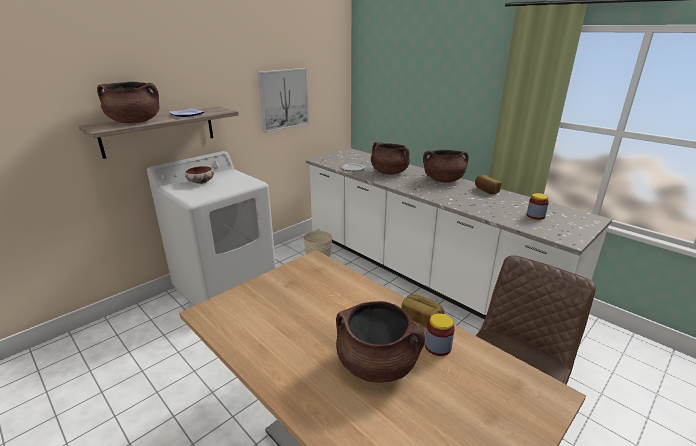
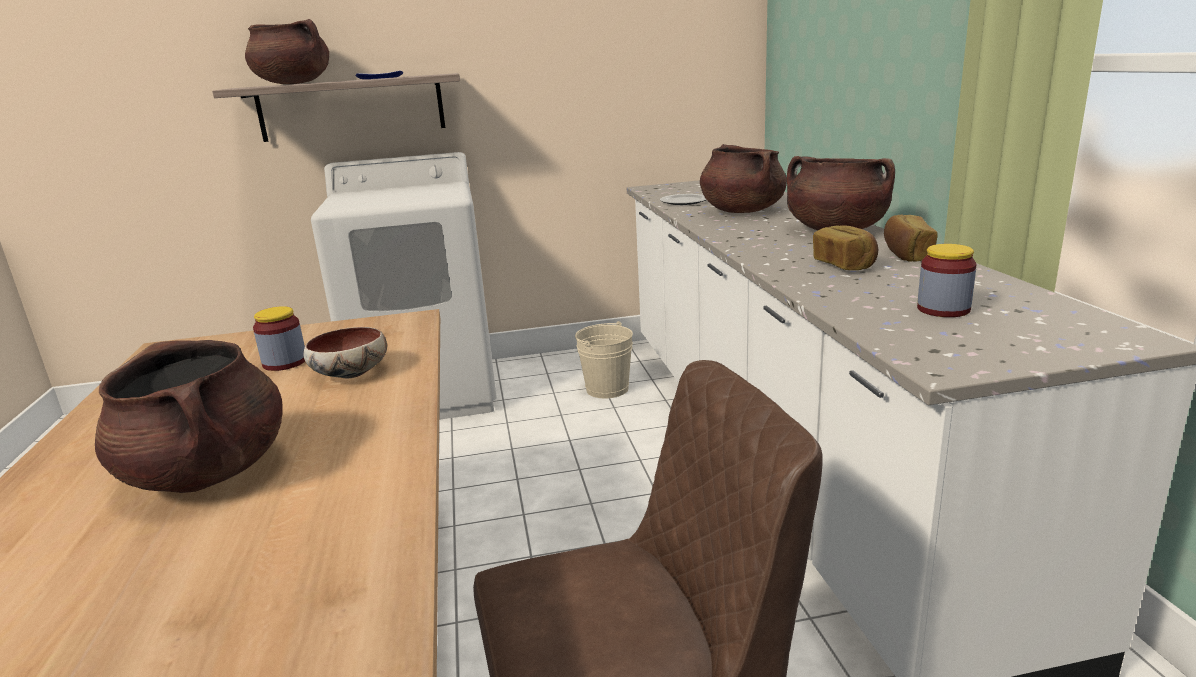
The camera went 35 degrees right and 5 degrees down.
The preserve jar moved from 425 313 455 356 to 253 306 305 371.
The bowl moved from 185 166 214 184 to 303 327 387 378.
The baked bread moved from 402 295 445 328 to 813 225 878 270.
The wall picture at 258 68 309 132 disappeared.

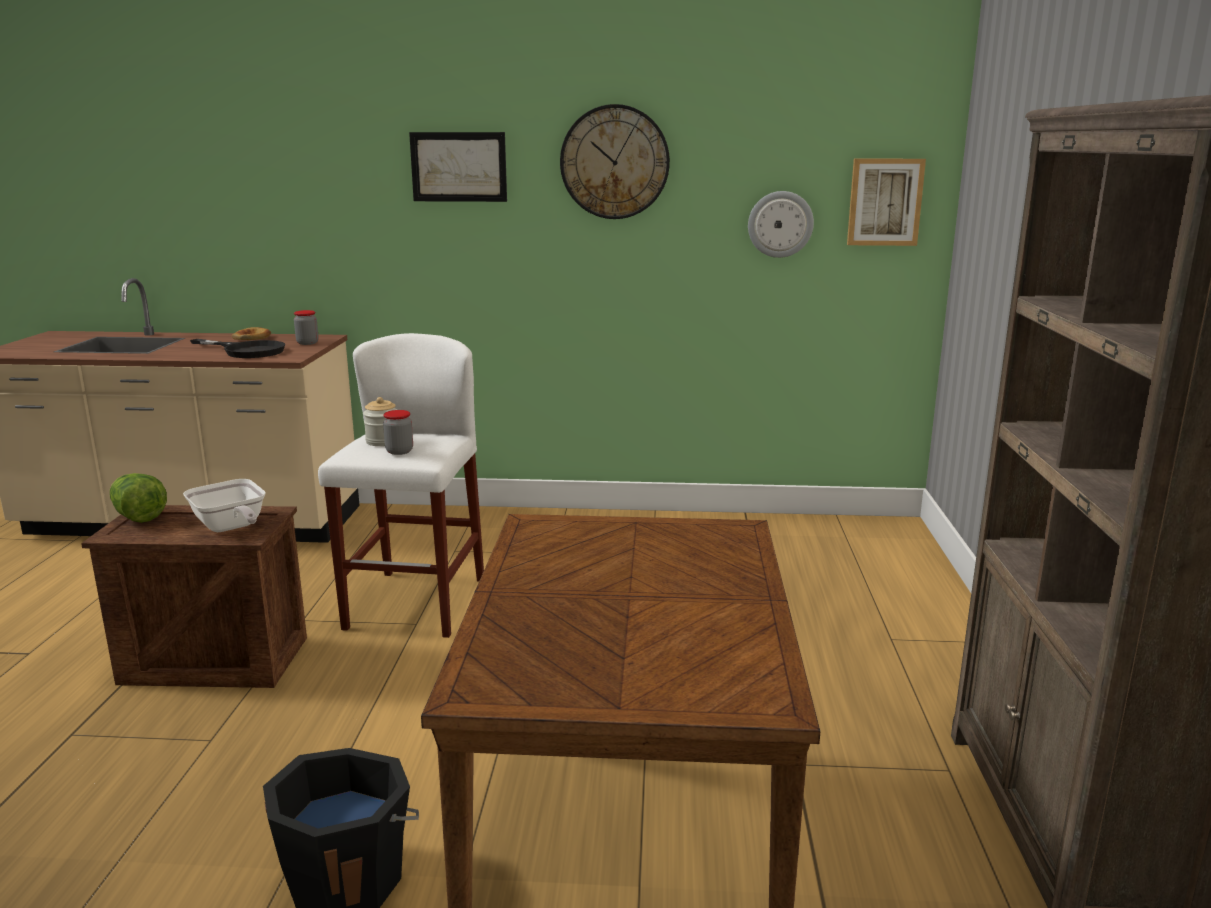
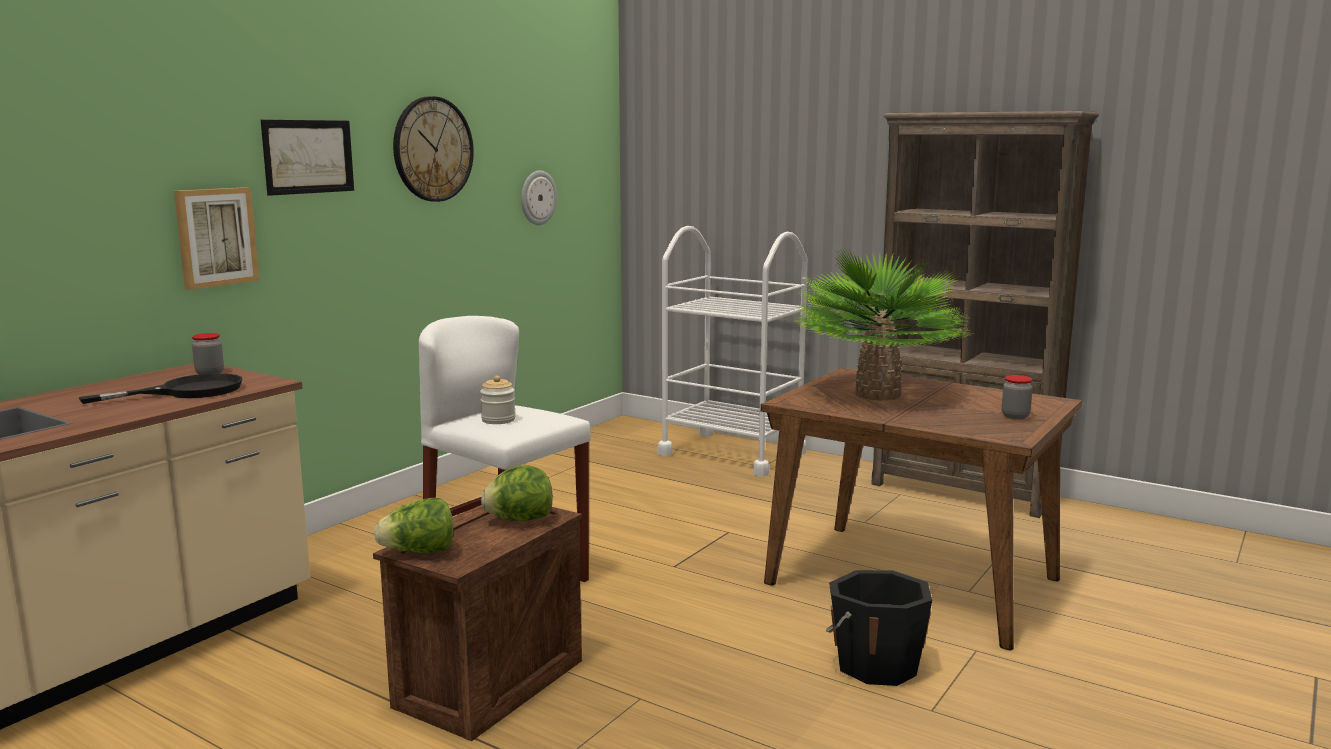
The camera went 60 degrees left and 5 degrees down.
The wall picture moved from 847 159 926 246 to 174 187 259 290.
The pan at 183 479 266 532 was replaced by the lettuce head at 481 466 553 521.
The wheeled cart/whitish at 657 226 808 477 appeared.
The plant in a pot at 794 248 973 401 appeared.
The preserve jar moved from 383 410 413 455 to 1002 375 1033 419.
The baked bread at 232 327 271 340 disappeared.

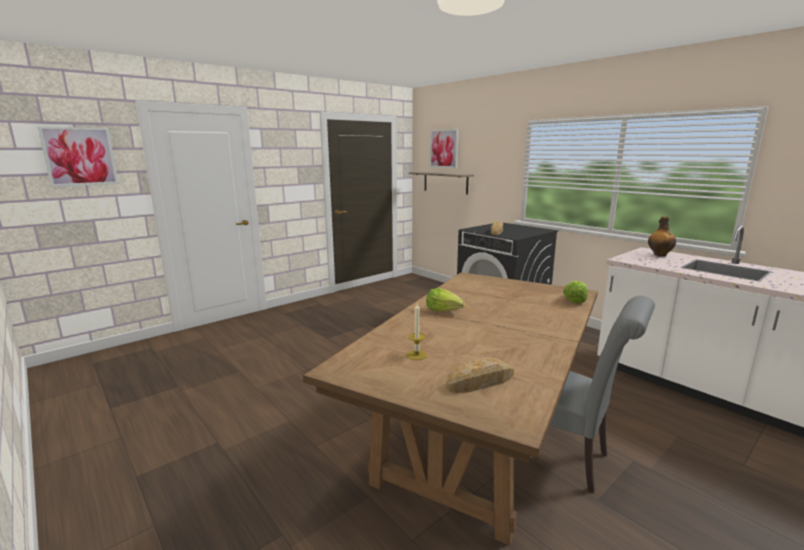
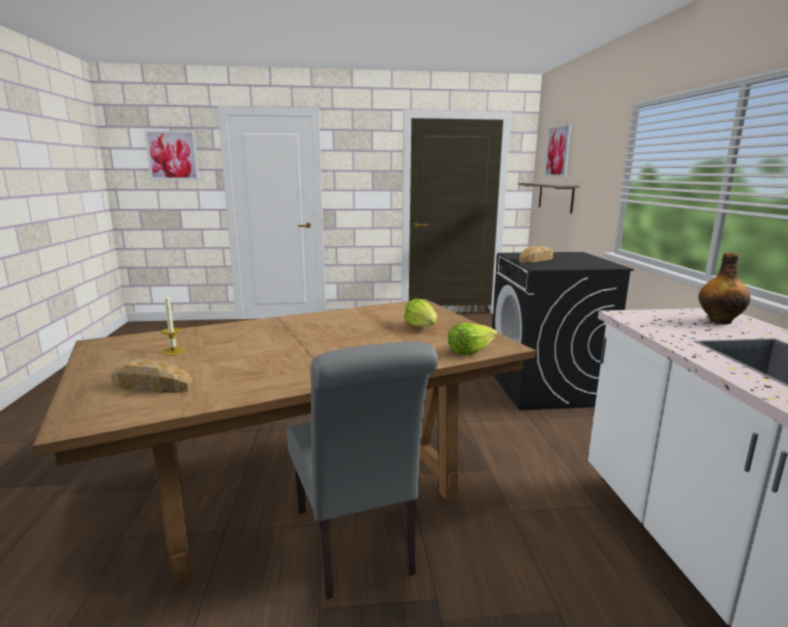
The camera went 35 degrees right and 0 degrees up.
The lettuce head moved from 426 288 465 312 to 404 299 437 327.

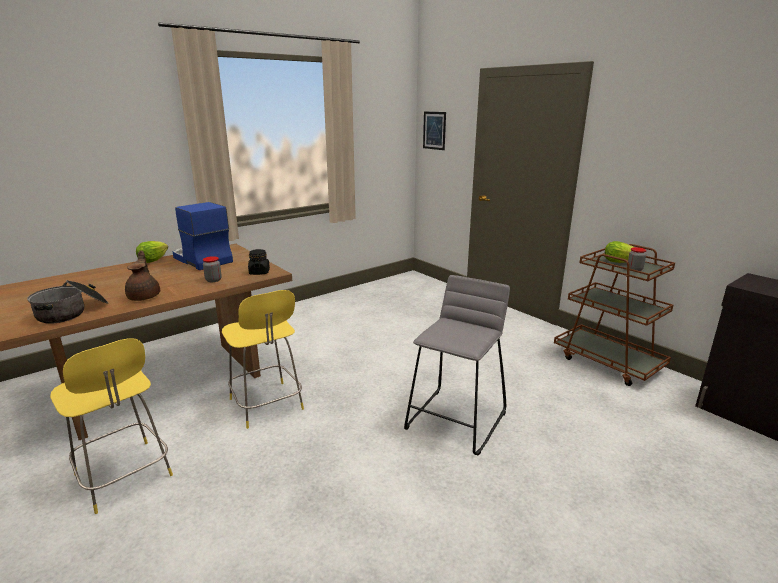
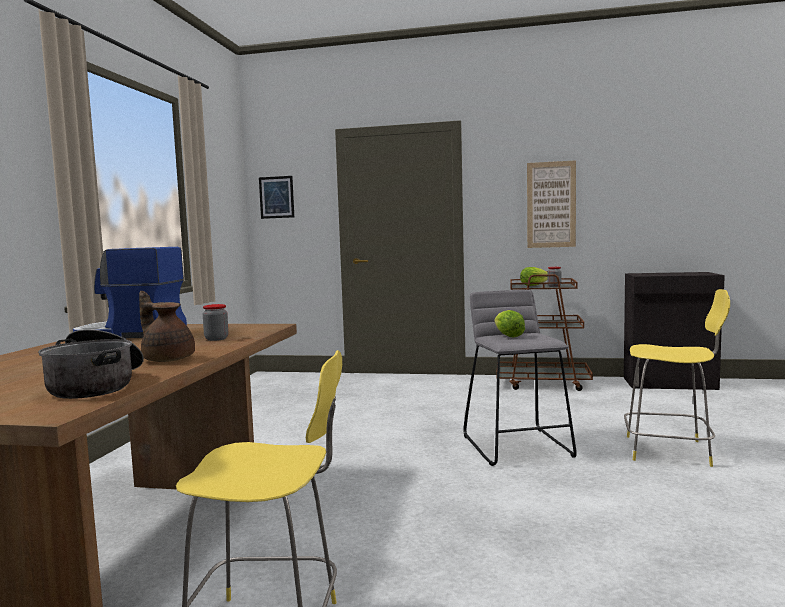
The camera went 40 degrees left and 15 degrees down.
The lettuce head moved from 136 241 168 263 to 495 310 525 338.
The wall picture at 527 160 576 248 appeared.
The stool/yellow-coloured moved from 222 290 304 429 to 624 289 730 467.
The preserve jar/blackish at 248 249 270 275 disappeared.

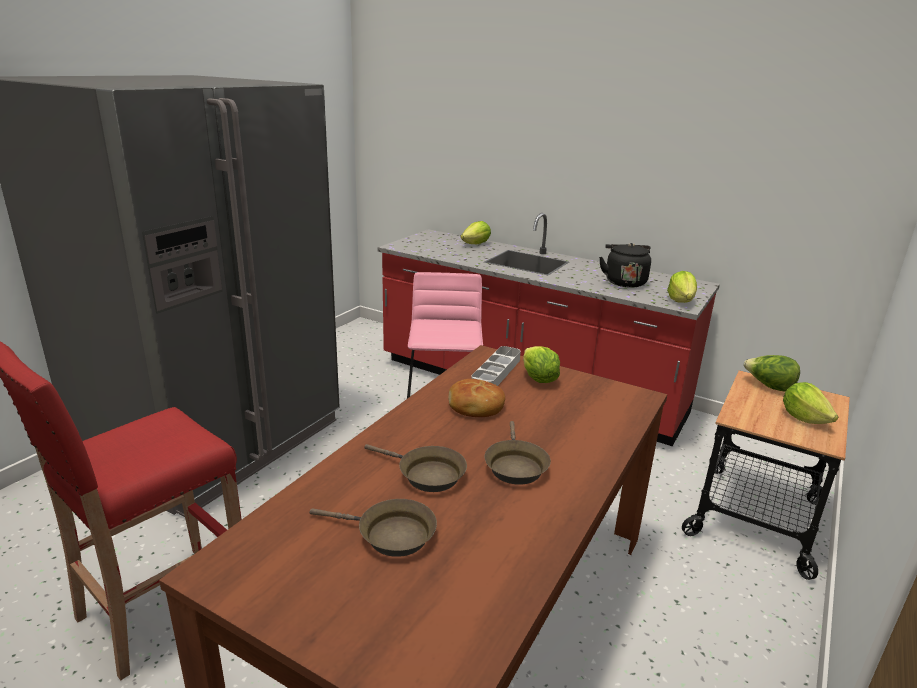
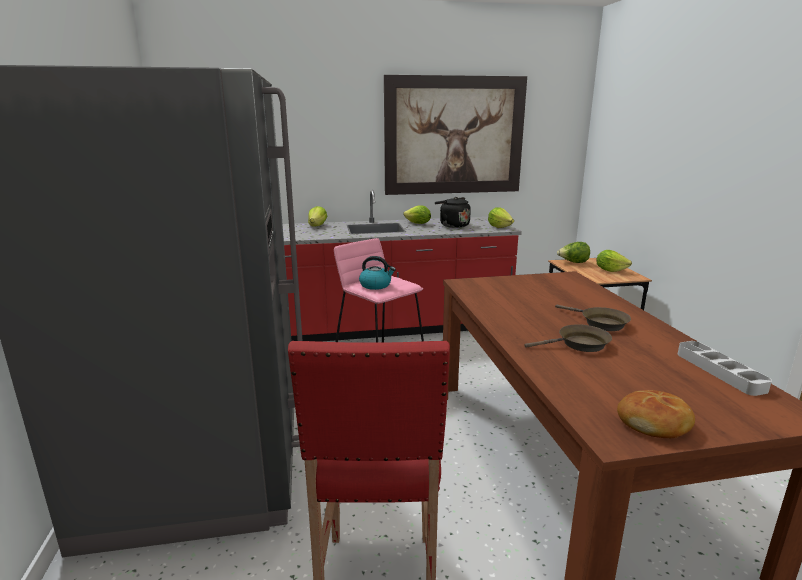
The camera went 40 degrees left and 5 degrees down.
The tea kettle at 359 256 396 290 appeared.
The wall picture at 384 75 527 195 appeared.
The lettuce head moved from 523 346 560 383 to 403 205 431 224.
The baked bread moved from 448 379 505 417 to 617 390 695 438.
The tray/gray moved from 471 346 521 386 to 678 341 772 396.
The pan/brownish at 309 499 437 557 disappeared.

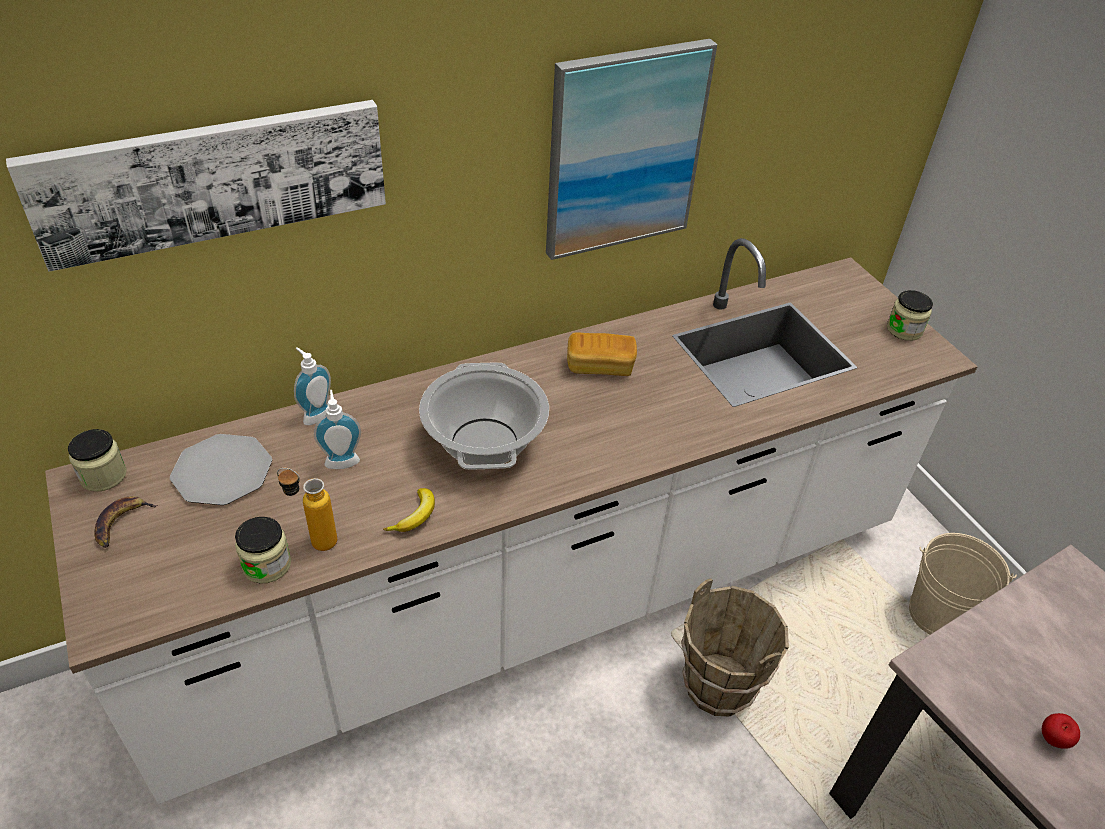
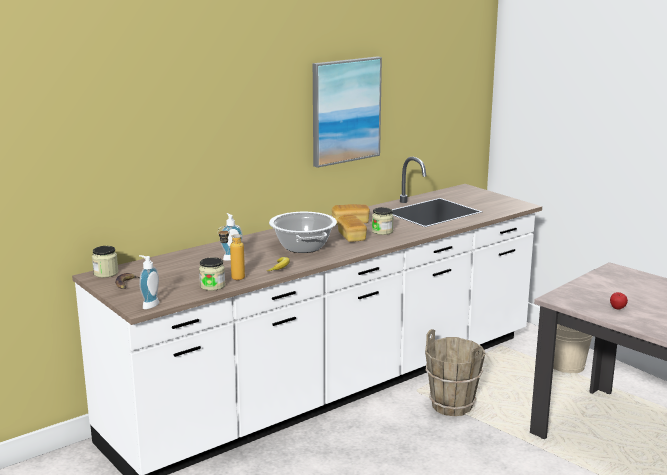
The camera went 10 degrees left and 25 degrees down.
The soap bottle moved from 294 348 331 425 to 139 255 159 309.
The baked bread at 337 214 367 242 appeared.
The preserve jar moved from 887 290 933 341 to 372 207 393 235.
The wall picture at 6 100 386 272 disappeared.
The plate at 170 434 272 505 disappeared.

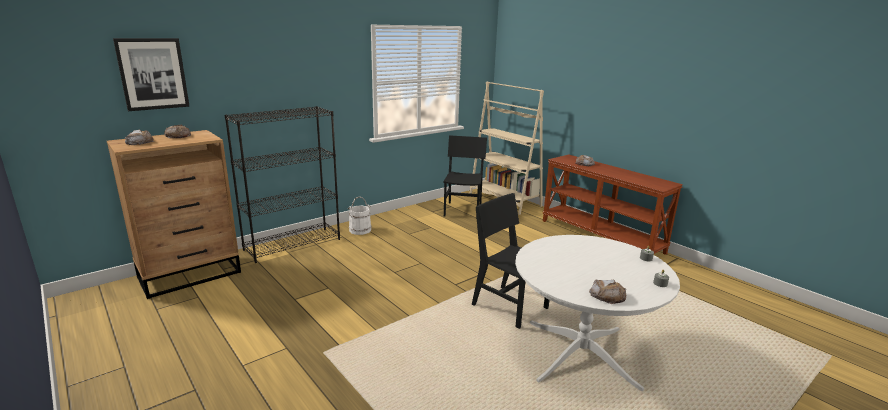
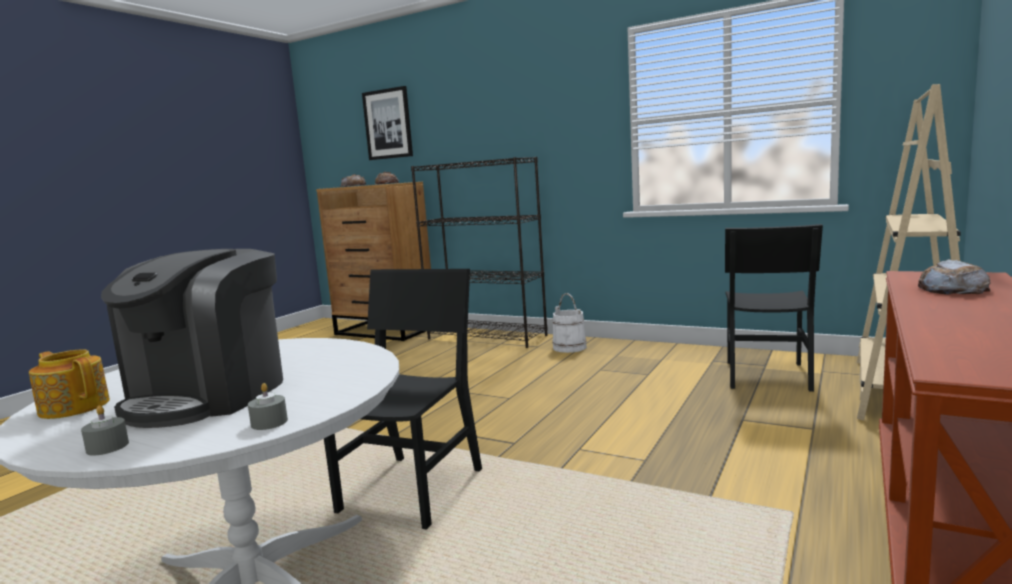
The camera went 70 degrees right and 10 degrees down.
The baked bread at 589 280 627 304 was replaced by the tea pot at 29 349 110 419.
The coffee maker at 101 249 283 428 appeared.
The chair/blackish at 443 135 487 219 turned 120 degrees clockwise.

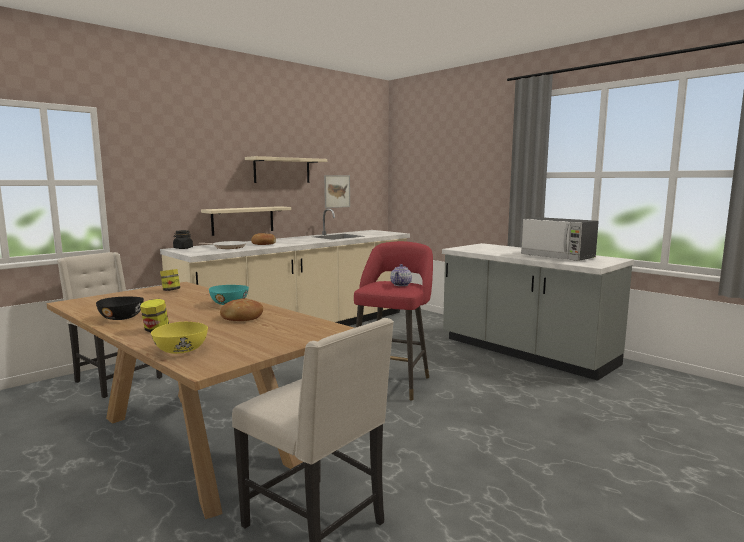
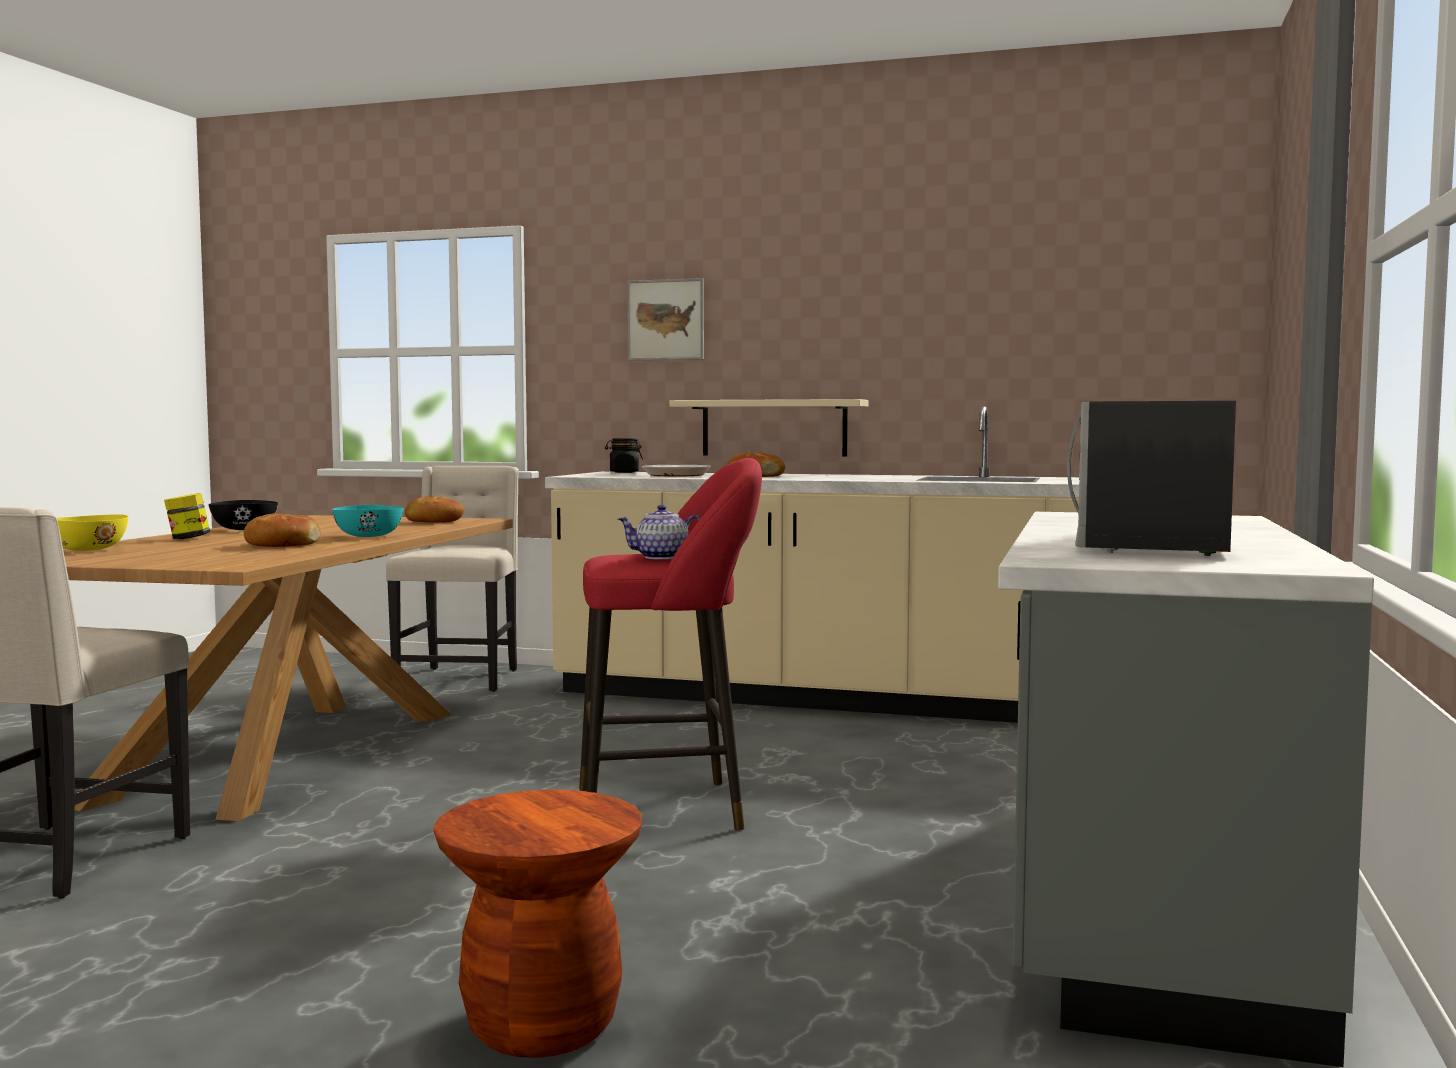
The camera went 60 degrees right and 5 degrees down.
The preserve jar at 160 269 180 291 was replaced by the baked bread at 405 496 464 523.
The stool/brownish at 433 789 642 1058 appeared.
The wall picture moved from 324 175 350 208 to 628 278 704 360.
The bracket shelf/sand-coloured at 245 156 327 183 disappeared.

